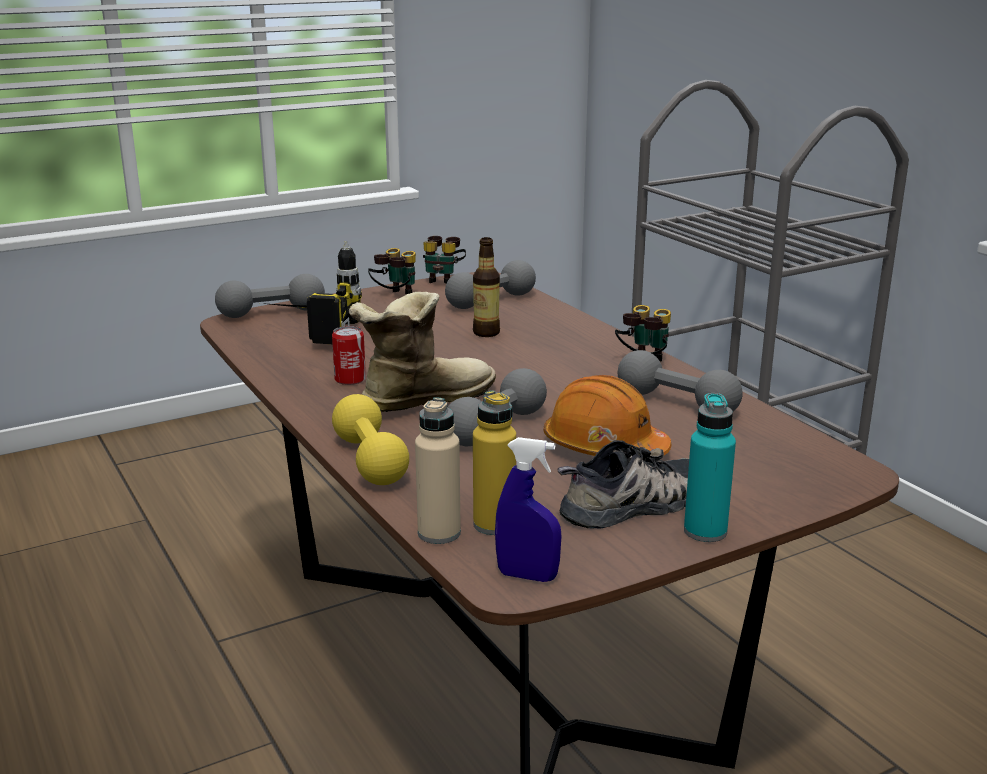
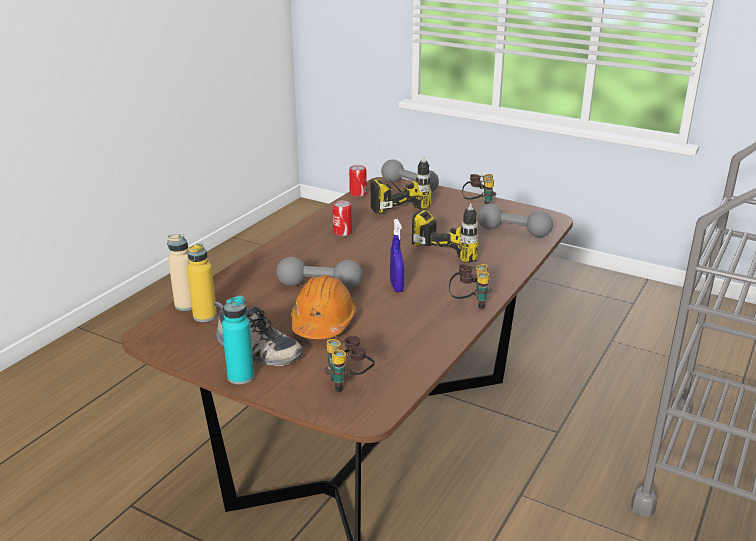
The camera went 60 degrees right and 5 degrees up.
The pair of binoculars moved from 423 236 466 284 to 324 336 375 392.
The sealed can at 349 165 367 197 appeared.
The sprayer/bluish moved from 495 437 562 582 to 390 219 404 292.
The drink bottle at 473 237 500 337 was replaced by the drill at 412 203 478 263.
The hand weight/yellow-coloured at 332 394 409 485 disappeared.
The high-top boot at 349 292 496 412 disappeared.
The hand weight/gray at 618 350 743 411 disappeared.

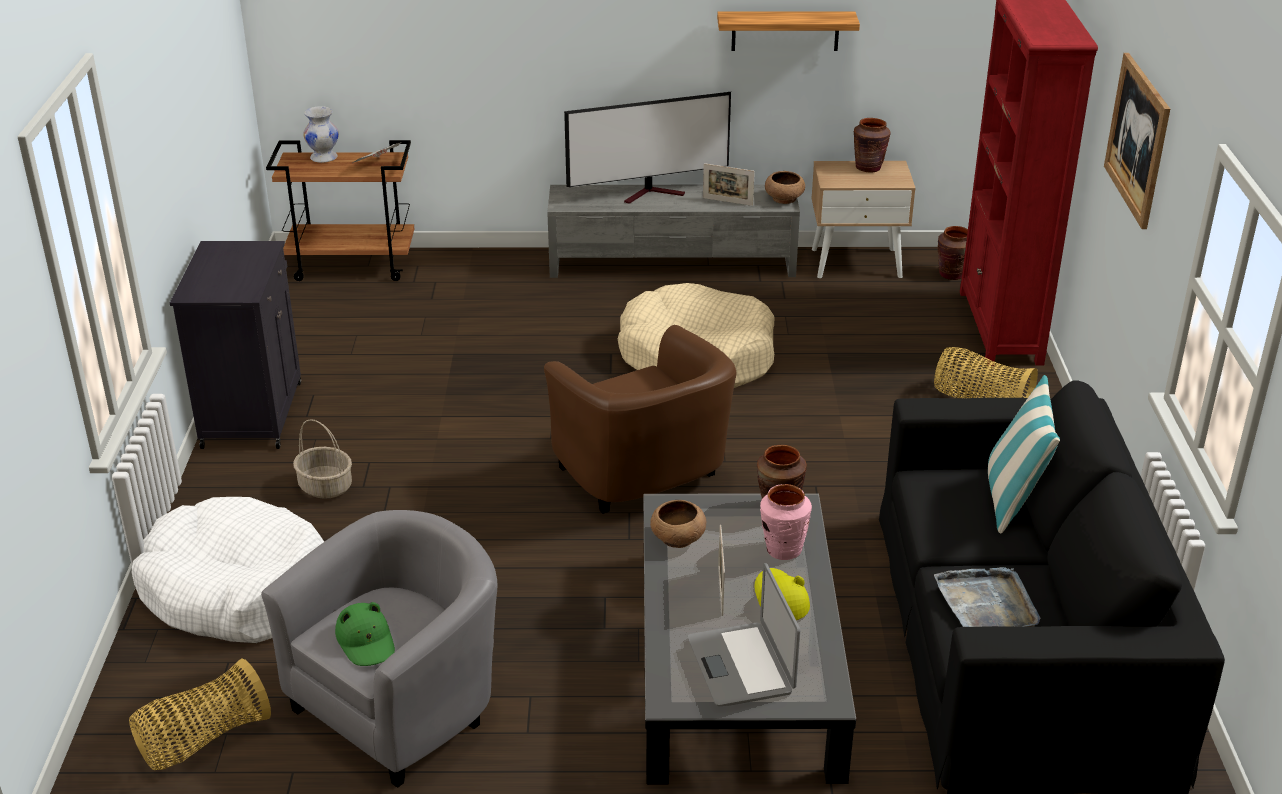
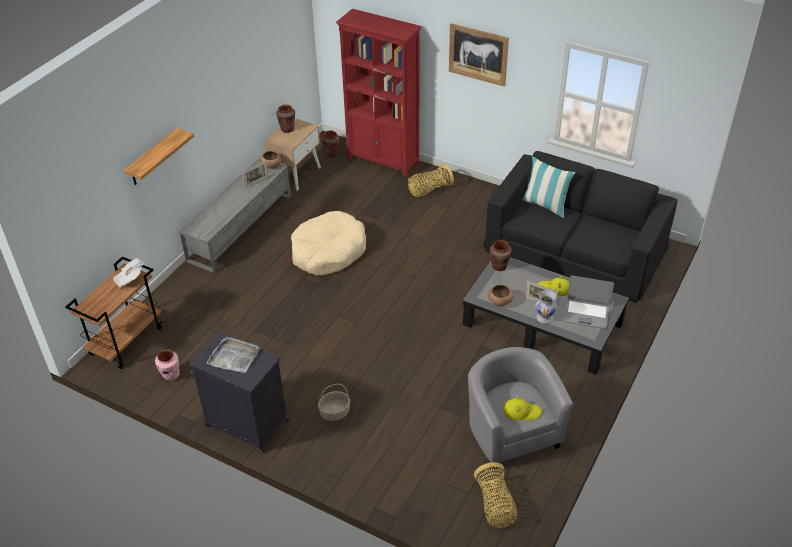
The camera went 60 degrees left and 10 degrees up.
The bracket shelf moved from 717 11 860 51 to 124 128 194 185.
The flower vase/pinkish moved from 760 484 812 560 to 155 350 179 381.
The tray/gray moved from 934 567 1040 627 to 207 337 260 373.
The hat/green at 335 602 395 666 became the hat/yellow-coloured at 504 396 542 421.
The flower vase/whitish moved from 303 106 339 163 to 535 290 557 324.
The pet bed/whitish at 132 497 324 643 disappeared.
The lounge chair/brownish at 544 325 737 514 disappeared.
The television at 564 92 731 204 disappeared.

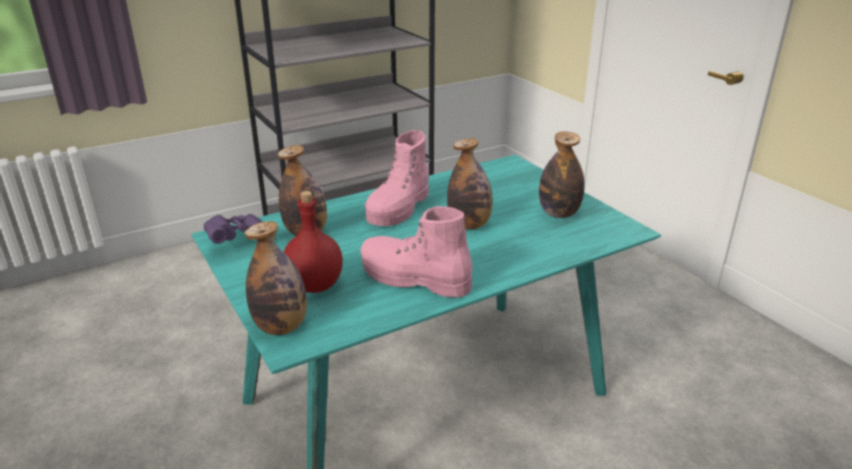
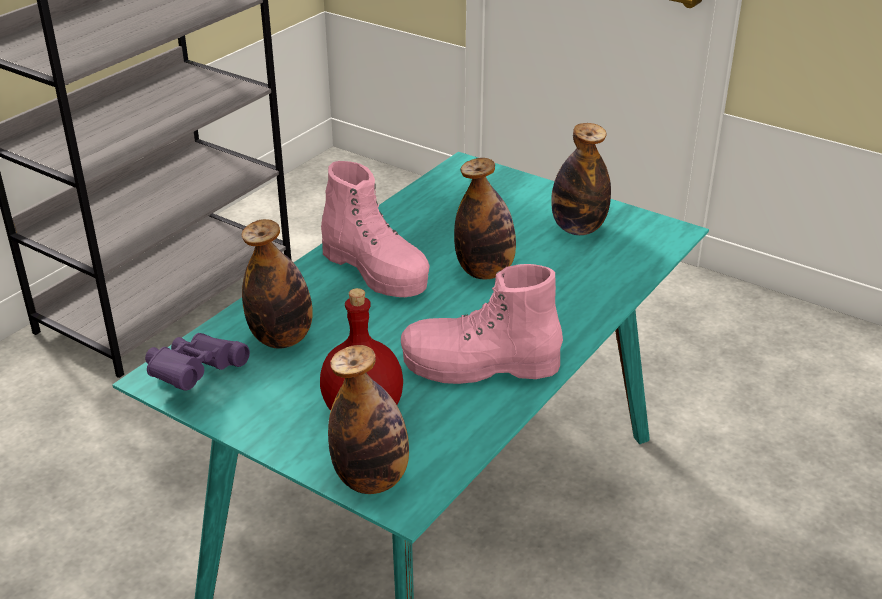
The camera went 25 degrees left and 5 degrees up.
The high-top boot/pinkish at 365 130 429 226 turned 45 degrees counterclockwise.

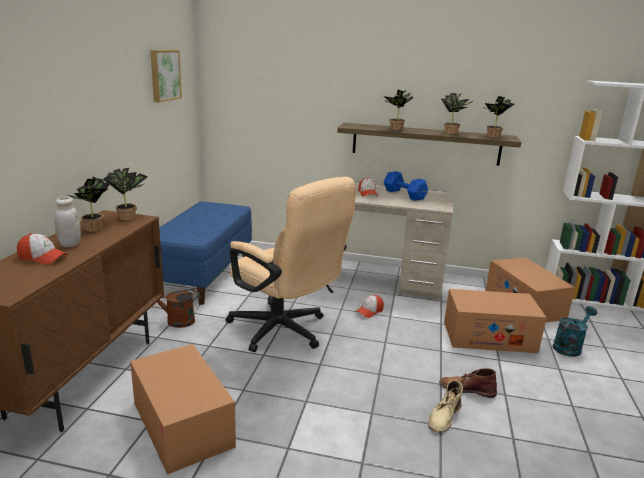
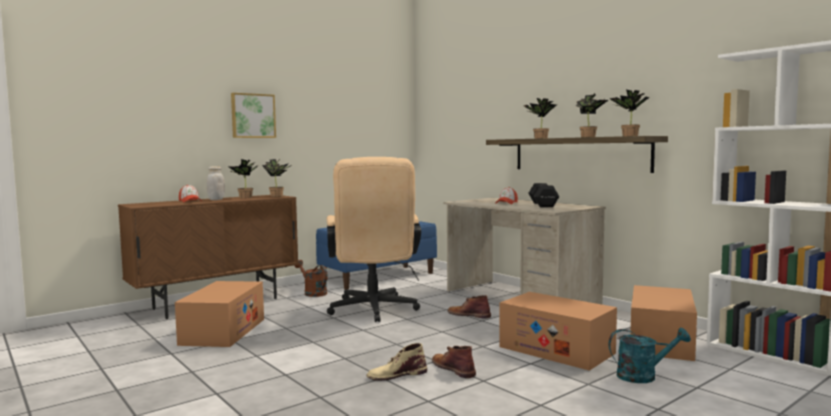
The camera went 40 degrees right and 15 degrees down.
The wall picture moved from 150 50 182 103 to 231 93 276 138.
The cap at 355 295 384 318 was replaced by the high-top boot/brownish at 448 295 491 318.
The hand weight/bluish at 384 171 428 201 became the hand weight/blackish at 528 183 559 207.

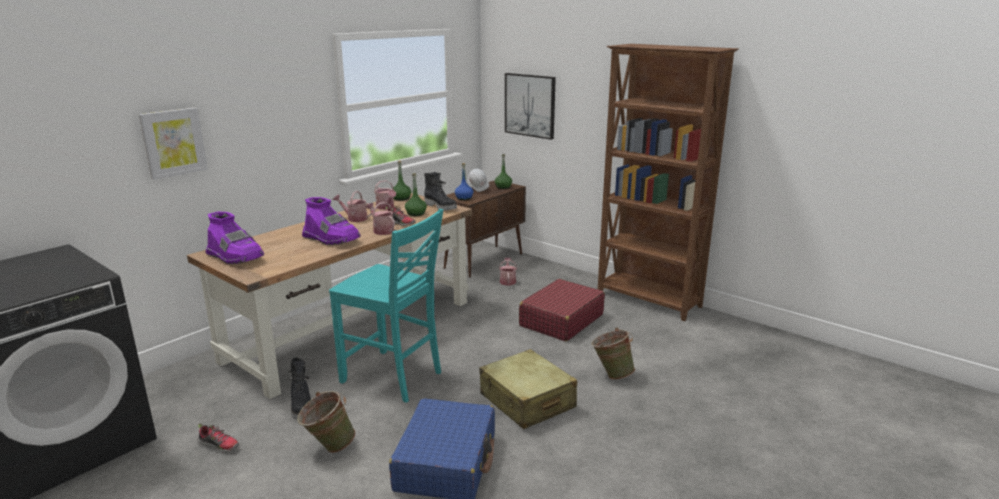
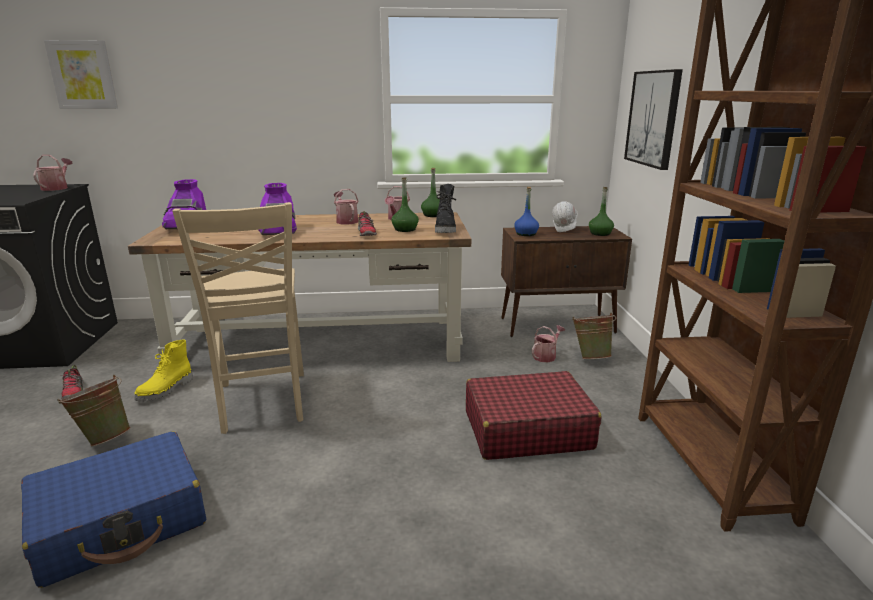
The camera went 45 degrees right and 0 degrees up.
The watering pot moved from 365 202 395 235 to 33 155 73 191.
The wall picture moved from 139 108 208 180 to 44 40 118 109.
The high-top boot/blackish at 289 357 311 419 became the high-top boot/yellow-coloured at 134 340 193 402.
The chair/turquoise-coloured at 329 209 443 403 became the chair/sand-coloured at 172 202 304 434.
The water bucket/green moved from 591 328 635 380 to 572 313 616 359.
The suitcase/sand-coloured at 479 349 577 429 disappeared.

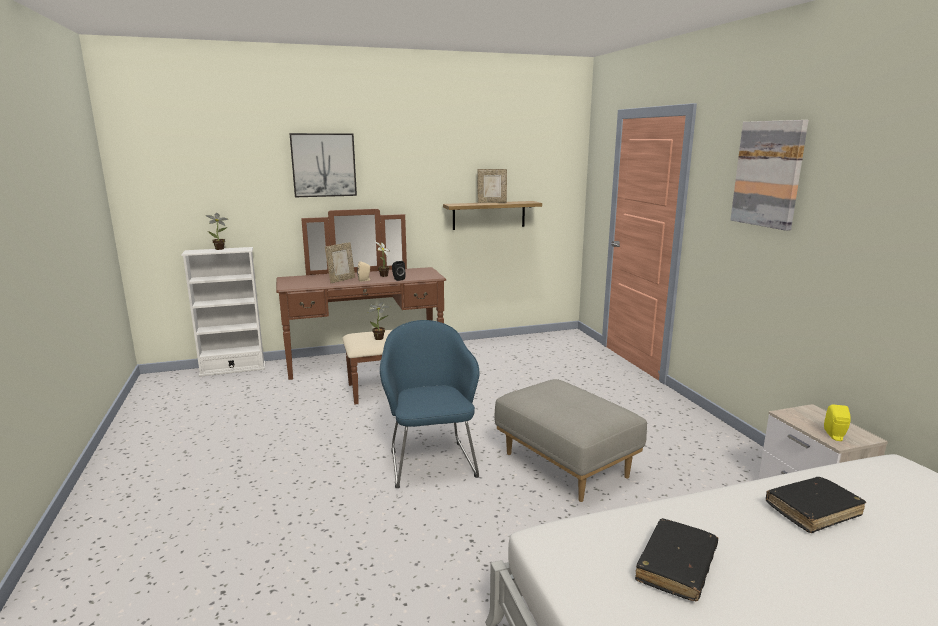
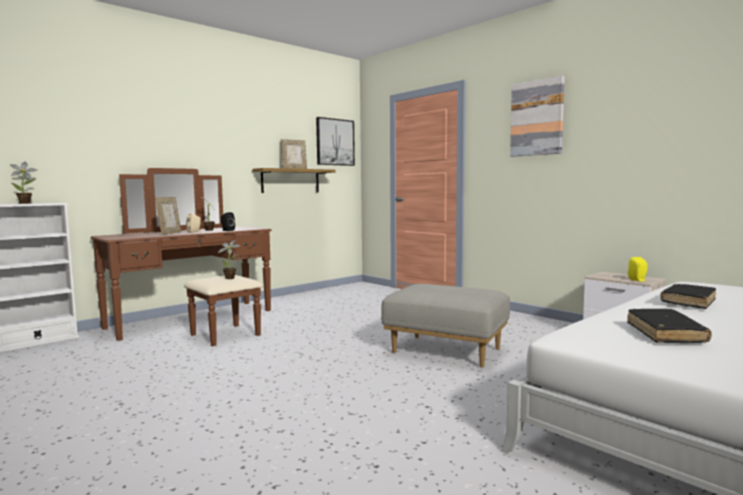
The camera went 25 degrees left and 10 degrees down.
The wall picture moved from 289 133 357 197 to 316 117 355 166.
The lounge chair/bluish at 380 320 479 488 disappeared.

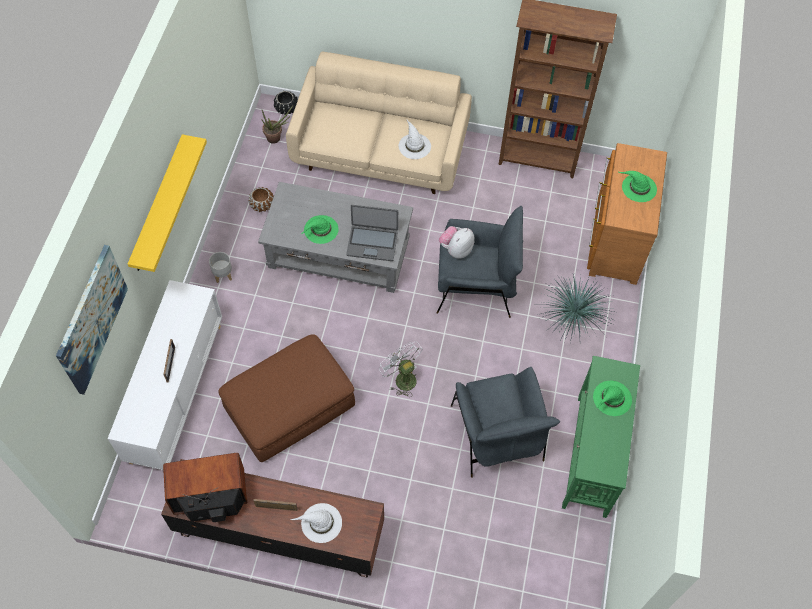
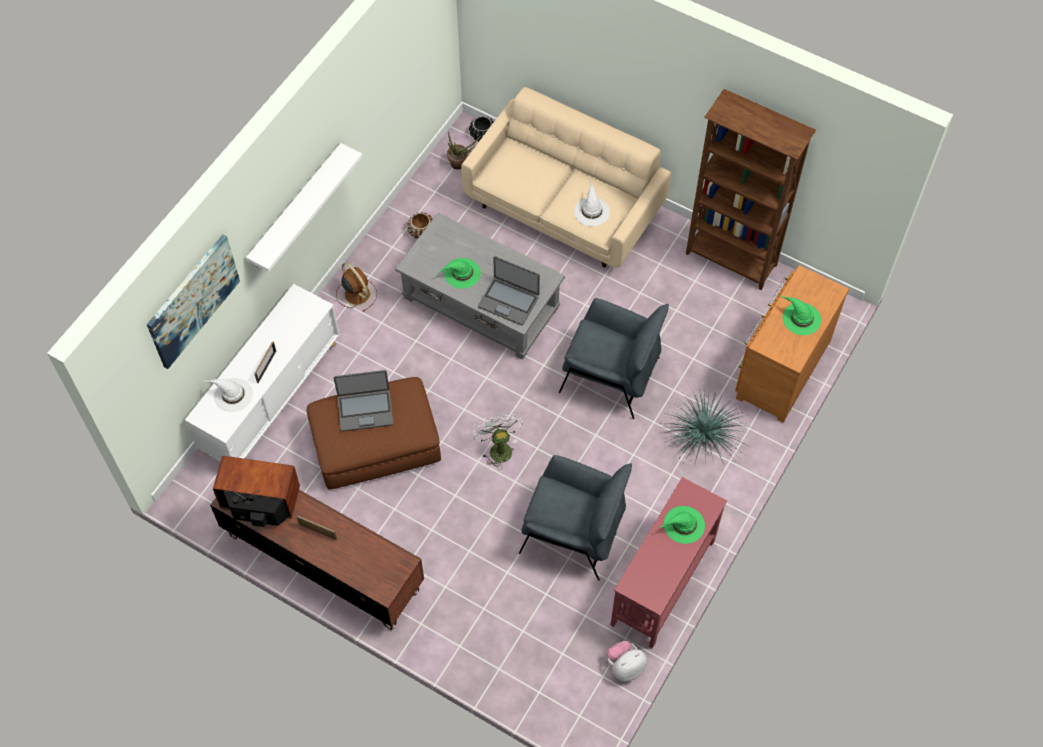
The camera went 20 degrees right and 0 degrees up.
The hat/whitish moved from 290 503 342 543 to 204 378 253 412.
The bracket shelf/yellow-coloured at 128 134 207 272 became the bracket shelf/whitish at 246 143 363 272.
The portable computer at 334 370 393 432 appeared.
The planter/gray at 209 252 232 283 was replaced by the electric fan/brownish at 336 262 377 312.
The lounge chair/gray at 451 367 560 478 turned 75 degrees counterclockwise.
The soft toy moved from 439 226 474 259 to 606 641 647 682.
The console table/green at 562 356 640 518 became the console table/red at 610 477 727 649.

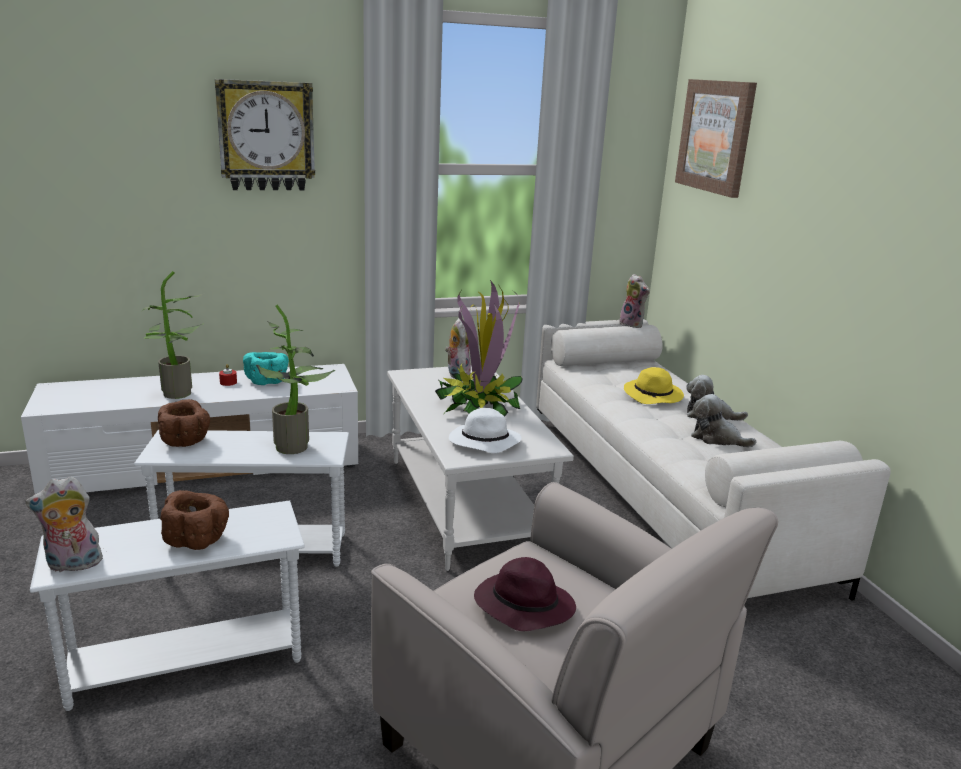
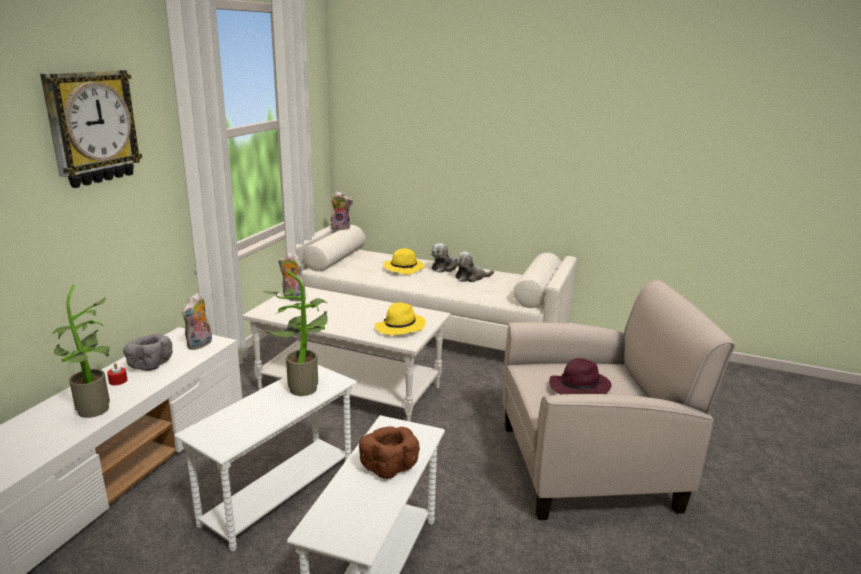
The camera went 50 degrees left and 0 degrees up.
The bowl/turquoise-coloured at 243 352 289 385 became the bowl/gray at 123 334 173 371.
The soft toy moved from 26 476 103 572 to 182 293 212 350.
The hat/whitish at 449 408 522 454 became the hat/yellow-coloured at 375 302 426 335.
The bowl/brownish at 158 399 210 447 disappeared.
The plant in a pot at 435 280 523 417 disappeared.
The wall picture at 675 79 757 198 disappeared.

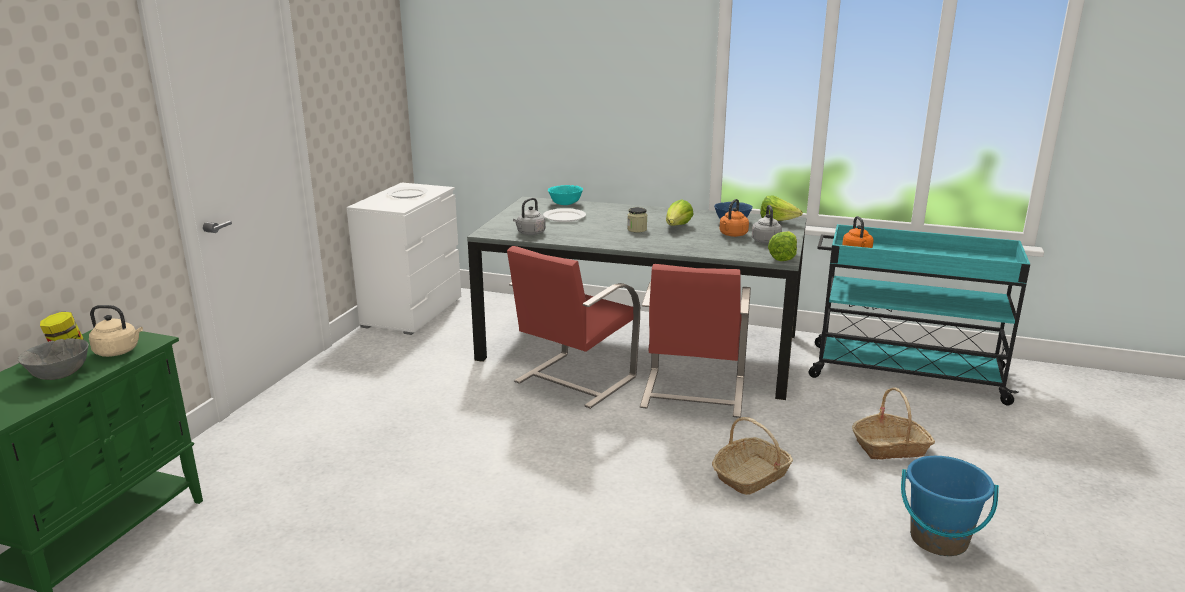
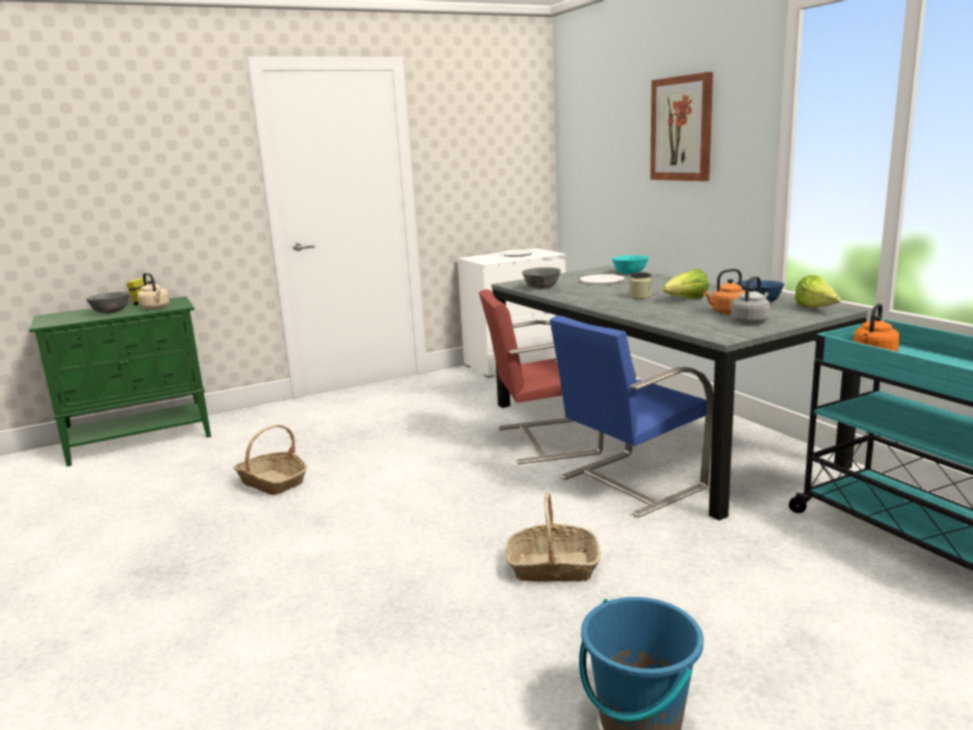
The camera went 45 degrees right and 5 degrees down.
The basket moved from 852 387 935 460 to 233 424 307 495.
The tea kettle/gray at 513 198 546 235 was replaced by the bowl/gray at 522 267 561 289.
The chair/red at 640 264 751 418 became the chair/bluish at 550 315 714 518.
The wall picture at 650 72 713 181 appeared.
The lettuce head at 768 231 797 261 disappeared.

